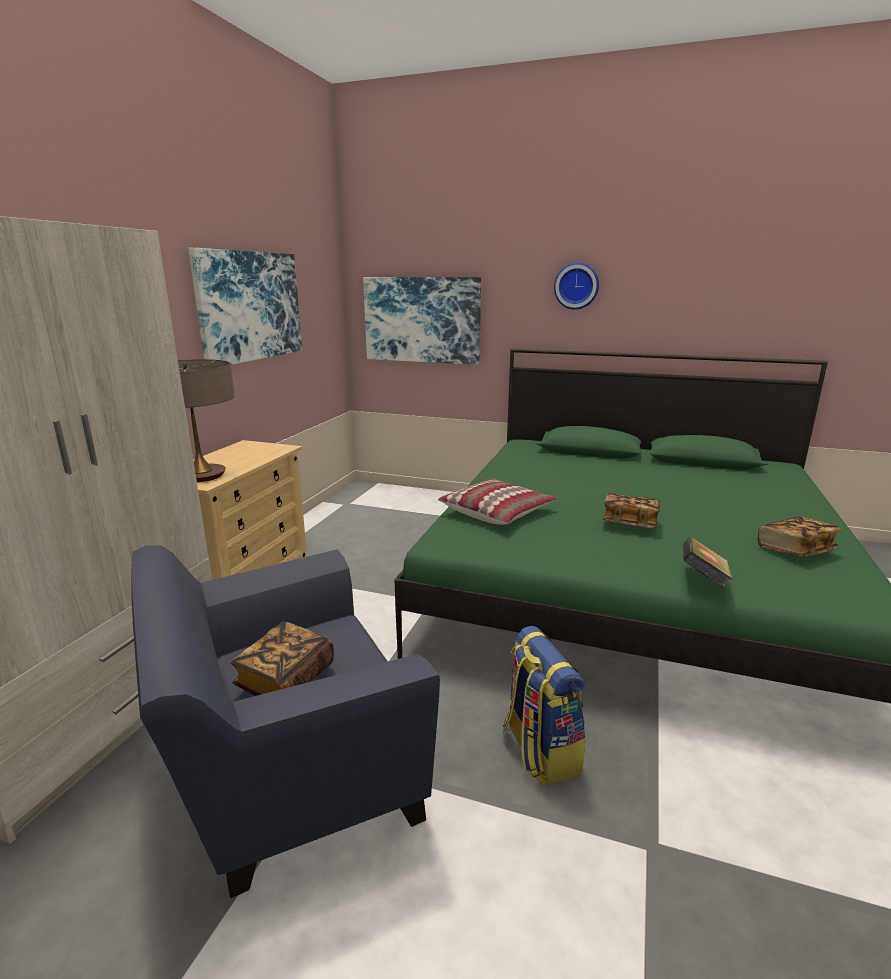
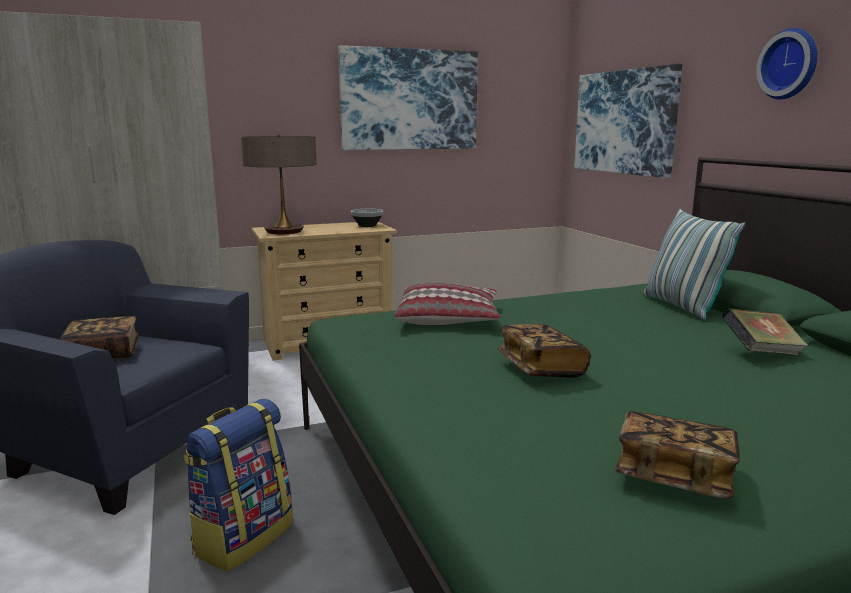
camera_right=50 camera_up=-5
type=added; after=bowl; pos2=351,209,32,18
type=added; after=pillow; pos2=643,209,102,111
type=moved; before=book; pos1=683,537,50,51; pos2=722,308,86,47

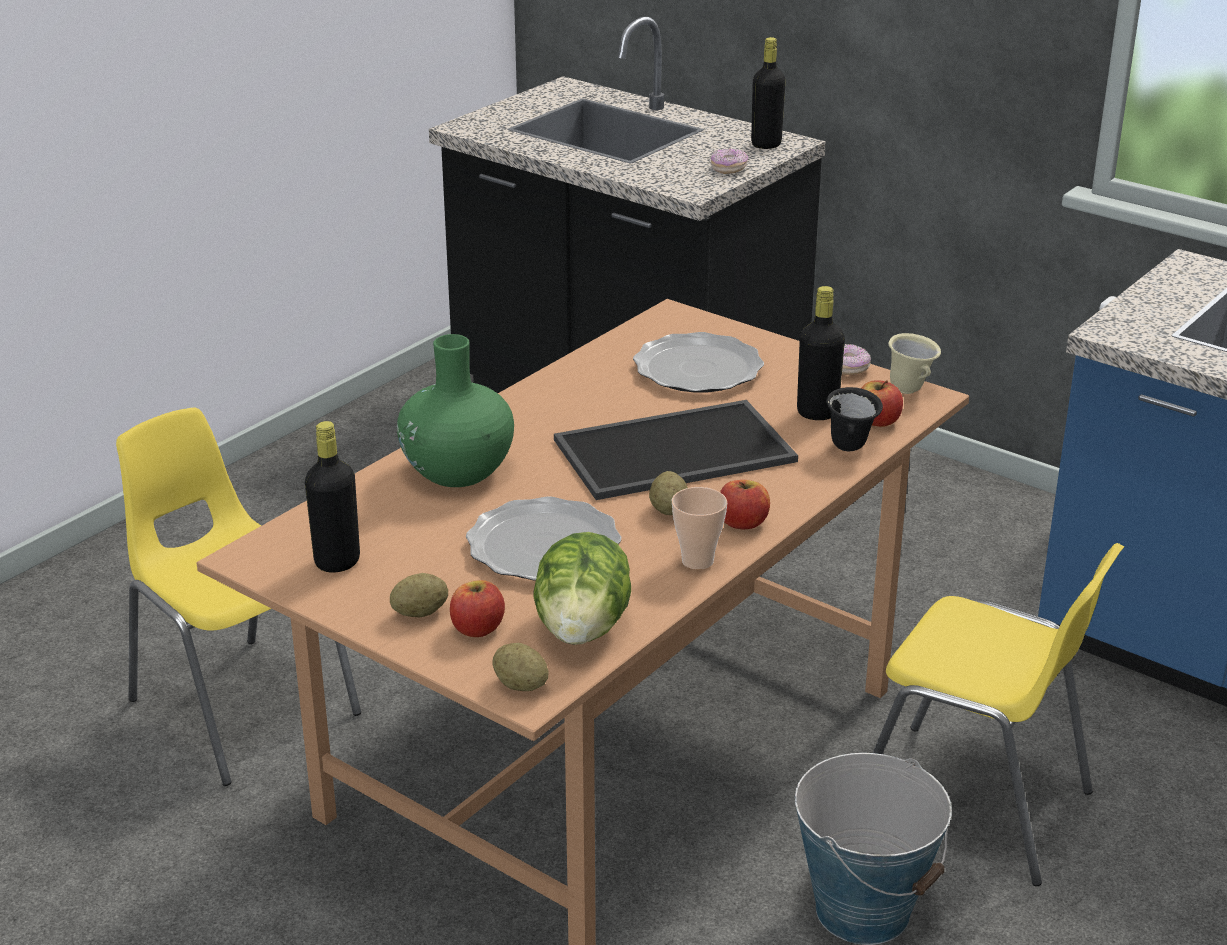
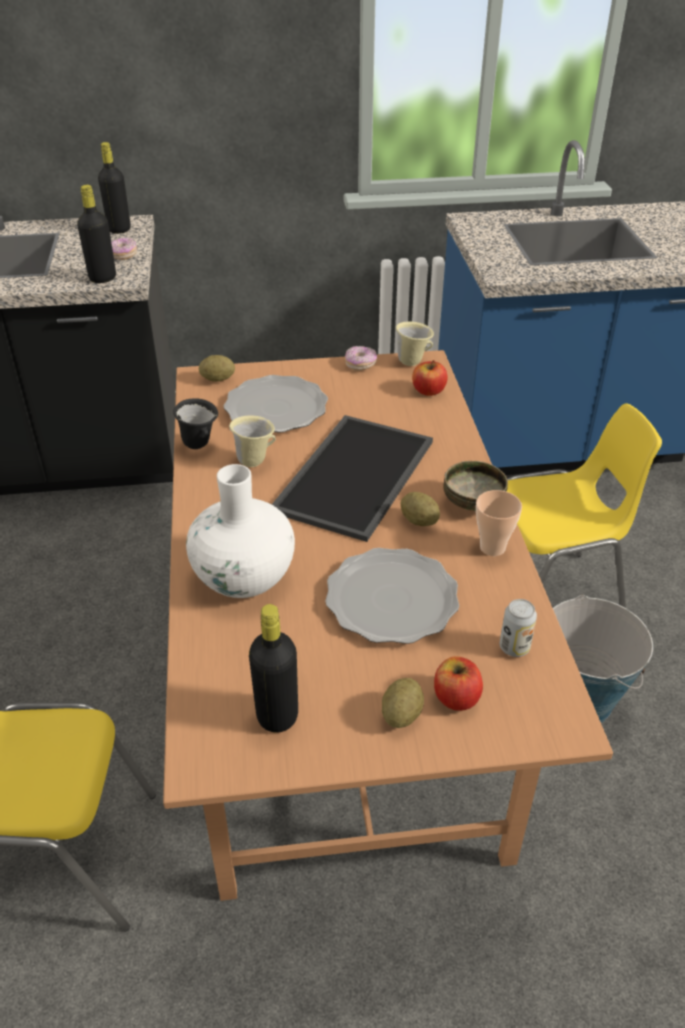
camera_right=-45 camera_up=10
type=moved; before=black bottle; pos1=797,286,48,134; pos2=77,185,39,98
type=moved; before=black mug; pos1=826,387,57,65; pos2=173,398,45,51
type=recoloured; before=green vase; after=white vase; pos1=397,334,117,153; pos2=186,464,109,134
type=moved; before=potato; pos1=493,643,55,48; pos2=199,355,36,27
type=added; after=beige mug; pos2=229,415,47,52
type=replaced; before=apple; after=bowl; pos1=720,480,50,49; pos2=443,461,65,50
type=replaced; before=lettuce; after=can; pos1=534,532,97,113; pos2=500,599,37,58

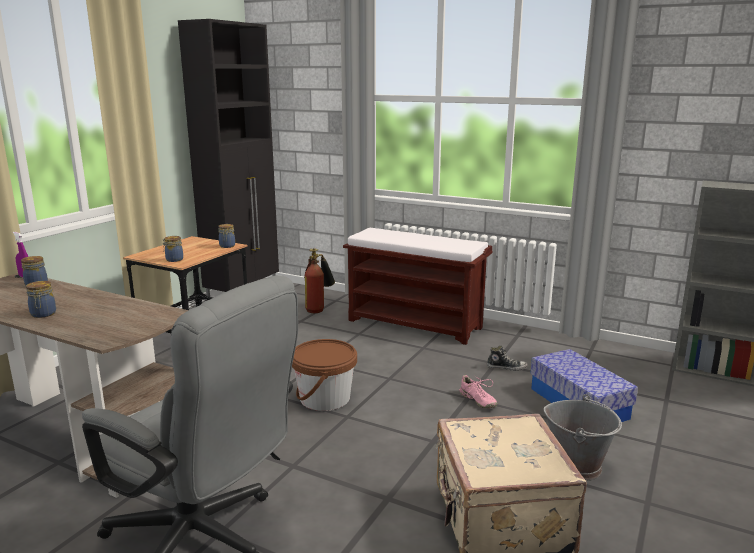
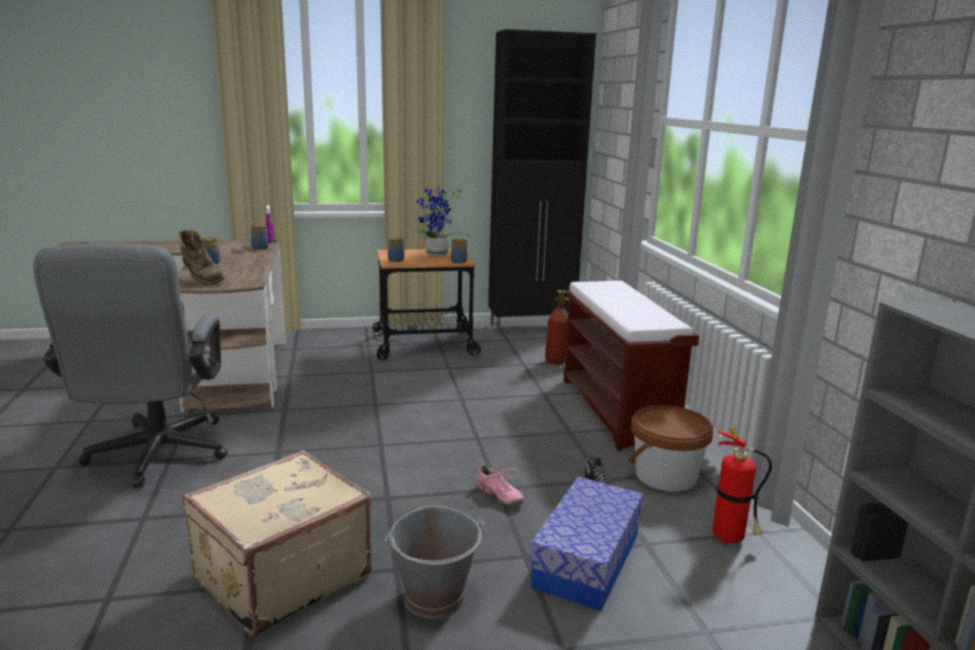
camera_right=50 camera_up=0
type=added; after=brown boot; pos2=177,229,48,56
type=added; after=potted plant; pos2=412,184,60,72
type=turned; before=pink shoe; pos1=459,375,38,33; pos2=476,463,48,43; turn=-60
type=moved; before=brown bucket; pos1=292,339,65,72; pos2=628,405,85,87
type=added; after=fire extinguisher; pos2=712,427,60,118

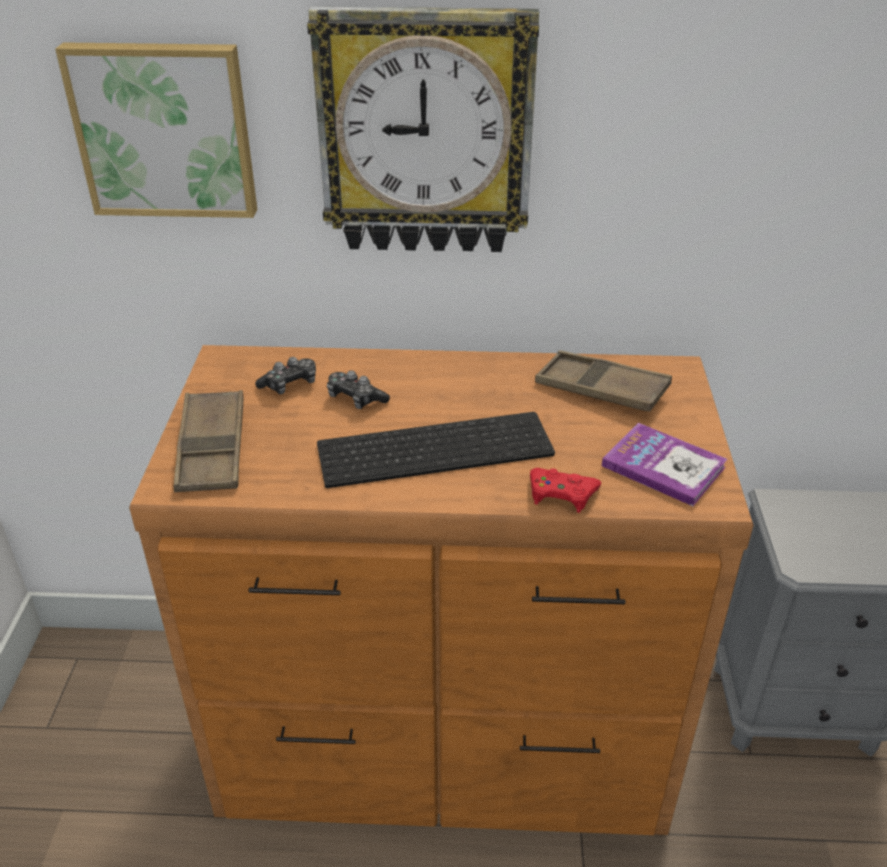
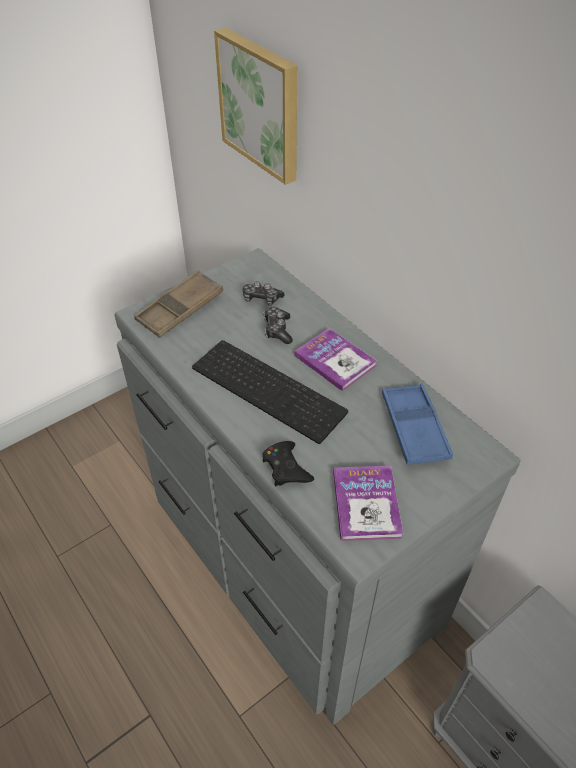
camera_right=50 camera_up=10
type=recoloured; before=brown dresser; after=grey dresser; pos1=129,345,625,490; pos2=114,248,407,476
type=recoloured; before=red game controller; after=black game controller; pos1=530,468,71,45; pos2=262,441,52,45
type=added; after=book; pos2=294,328,83,63
type=recoloured; before=brown tray; after=blue tray; pos1=535,350,137,61; pos2=382,384,71,81
type=removed; before=wall clock; pos1=307,6,232,246

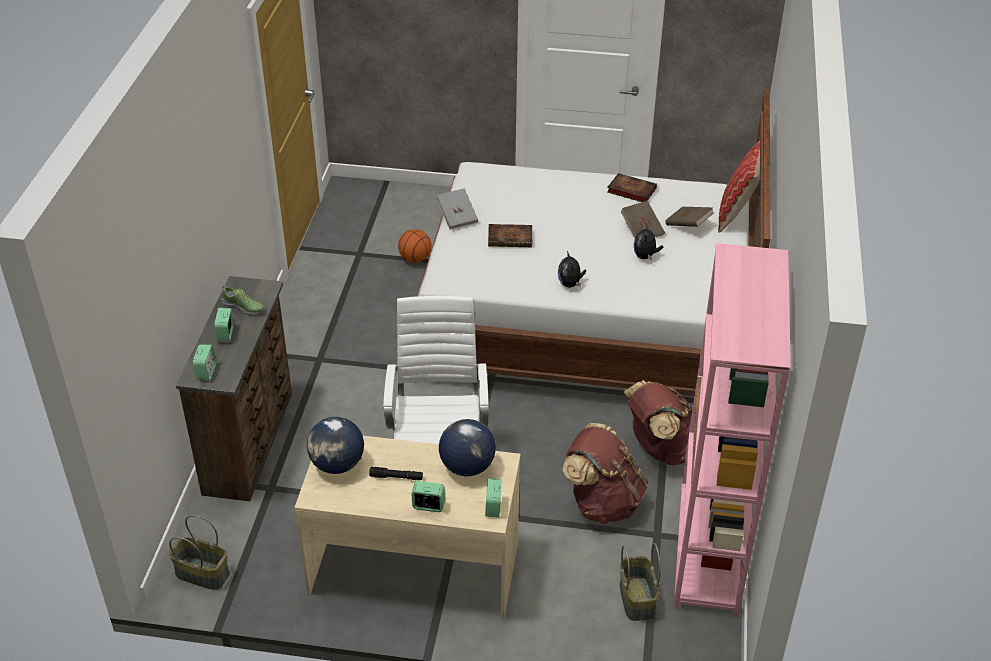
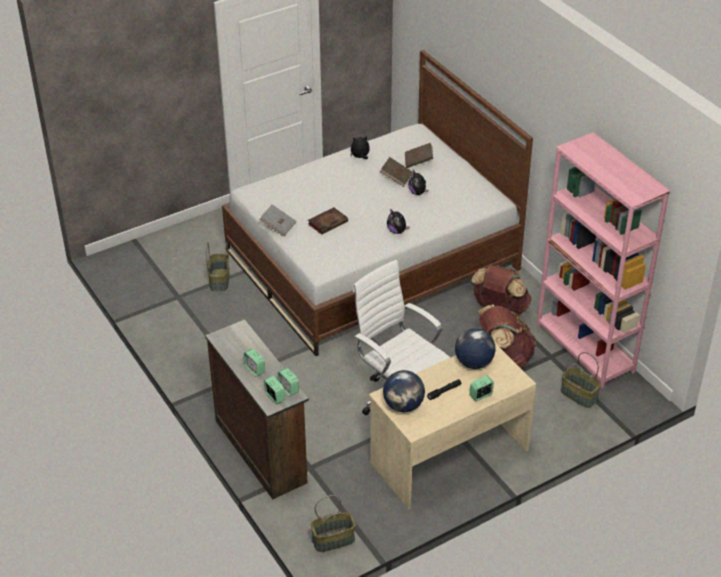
camera_right=-40 camera_up=0
type=replaced; before=basketball; after=basket; pos1=398,229,34,34; pos2=206,242,23,49
type=moved; before=alarm clock; pos1=485,479,17,38; pos2=278,368,21,28
type=replaced; before=book; after=plush toy; pos1=607,173,50,29; pos2=350,136,20,23
type=removed; before=shoe; pos1=222,285,42,30
type=removed; before=pillow; pos1=718,140,42,93

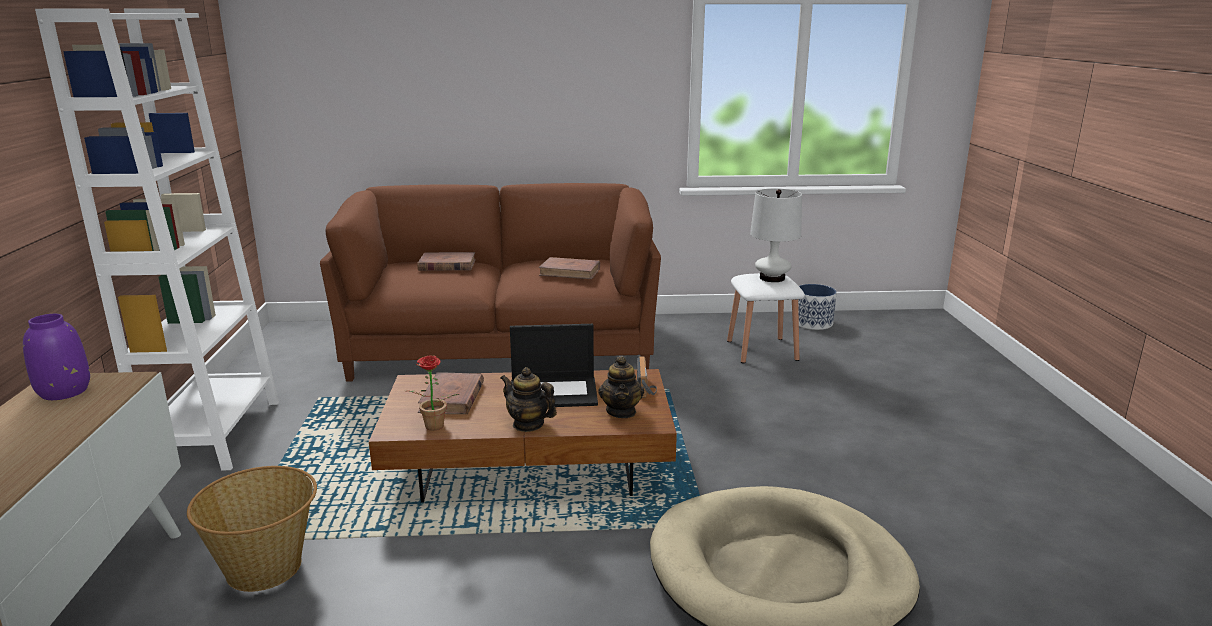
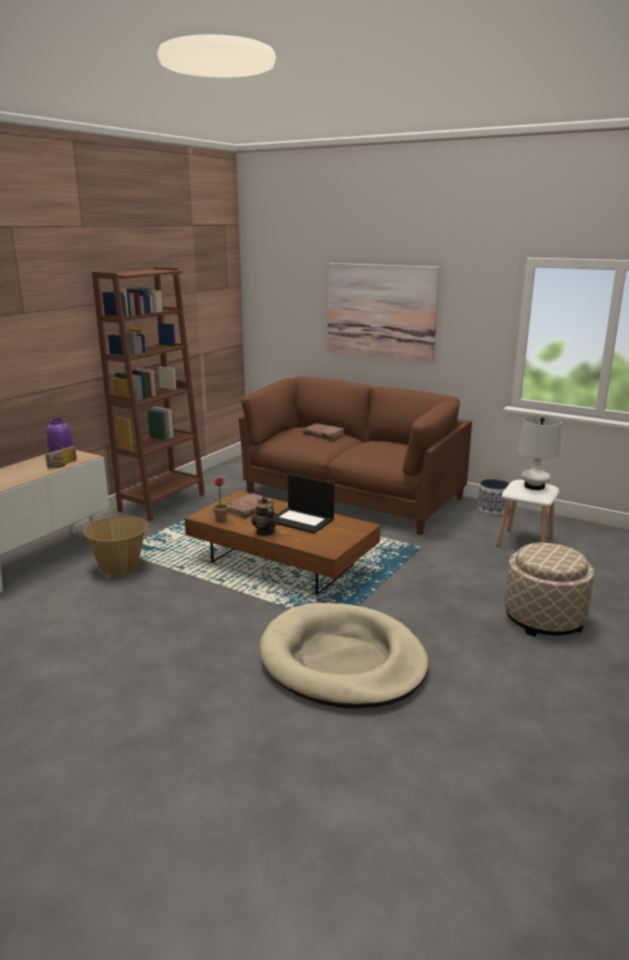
camera_right=35 camera_up=0
type=moved; before=radio; pos1=637,356,20,42; pos2=45,446,32,22
type=recoloured; before=white bookcase; after=brown bookcase; pos1=35,9,244,462; pos2=92,267,113,254
type=added; after=picture; pos2=328,263,111,100
type=moved; before=planter; pos1=798,284,39,46; pos2=478,479,32,36
type=added; after=beige ottoman; pos2=505,542,89,95
type=removed; before=brown book; pos1=539,257,61,22
type=removed; before=teapot; pos1=598,356,46,62

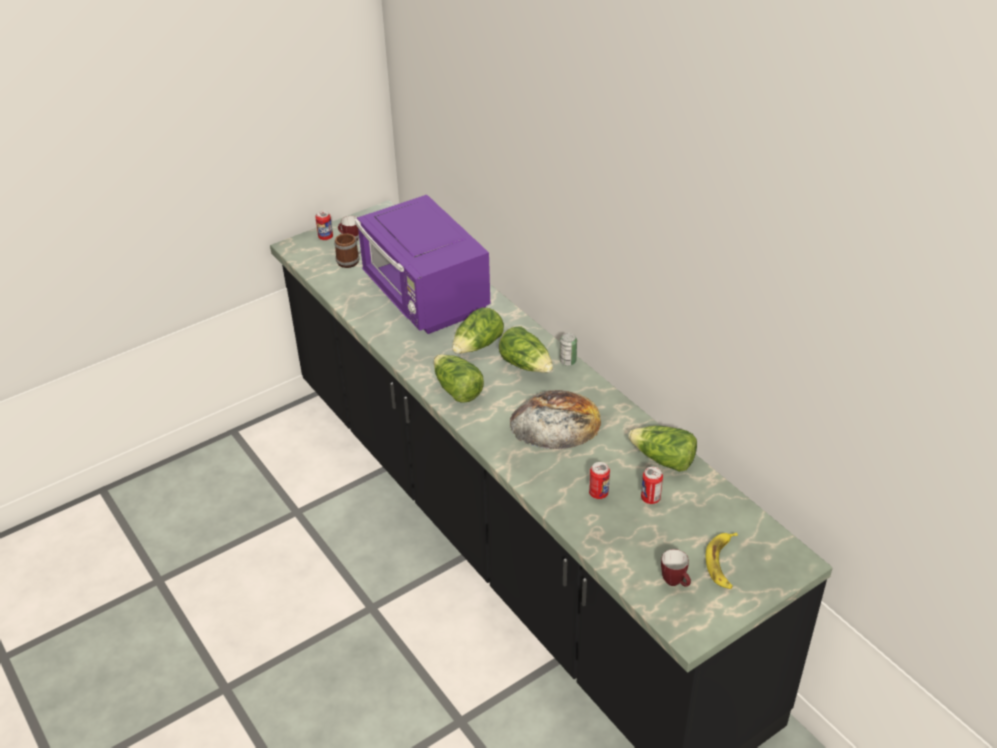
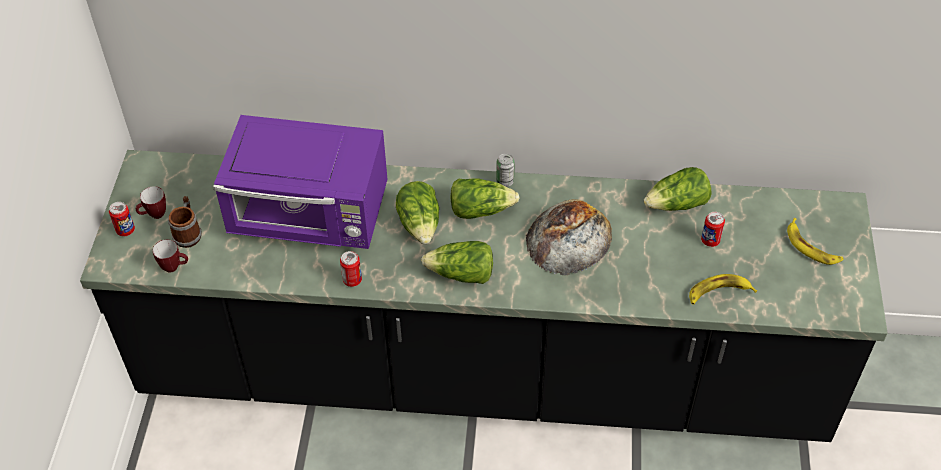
camera_right=-50 camera_up=10
type=moved; before=mug; pos1=661,549,30,38; pos2=153,240,35,33
type=moved; before=can; pos1=589,462,21,37; pos2=340,251,22,36
type=added; after=banana; pos2=689,274,68,31

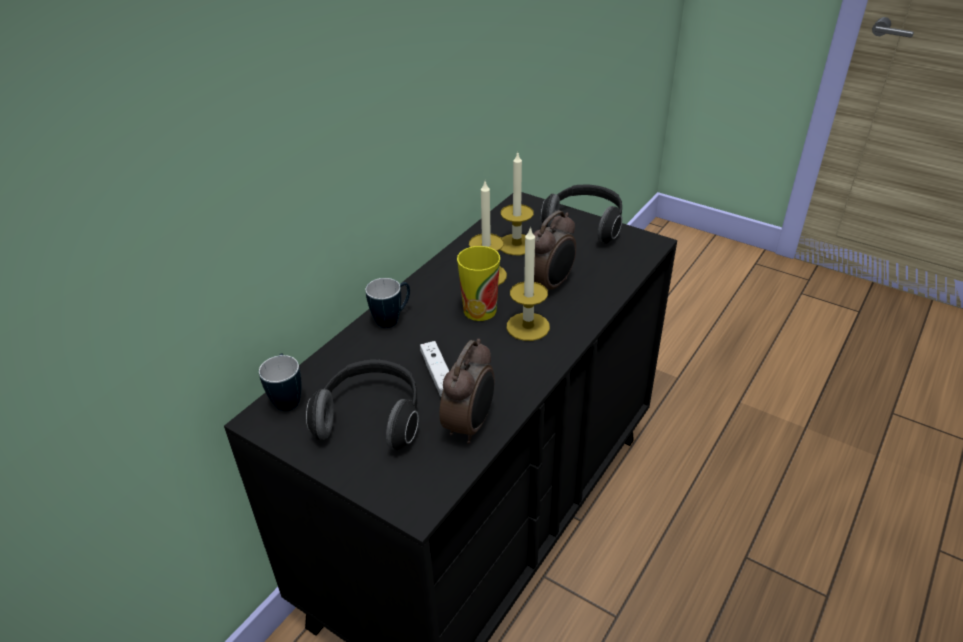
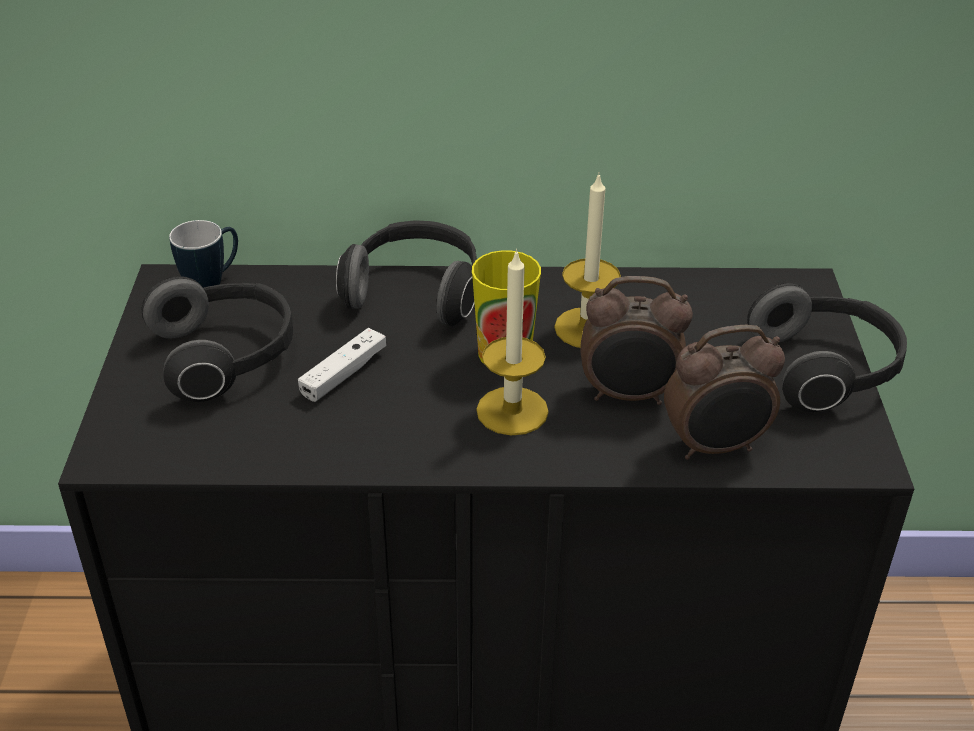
camera_right=55 camera_up=0
type=replaced; before=mug; after=headphones; pos1=365,278,45,50; pos2=336,220,141,106
type=moved; before=alarm clock; pos1=440,339,55,105; pos2=664,324,121,136
type=removed; before=candle; pos1=501,152,33,103

